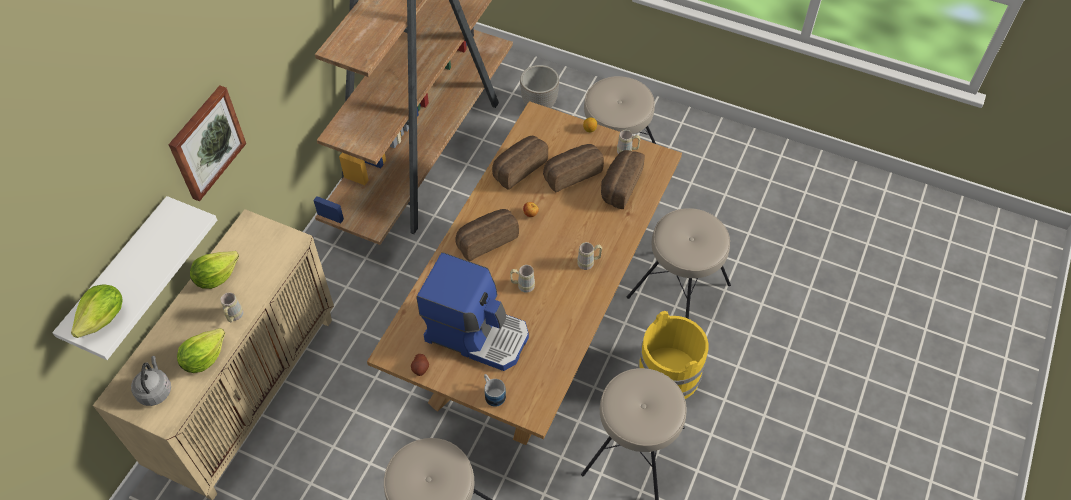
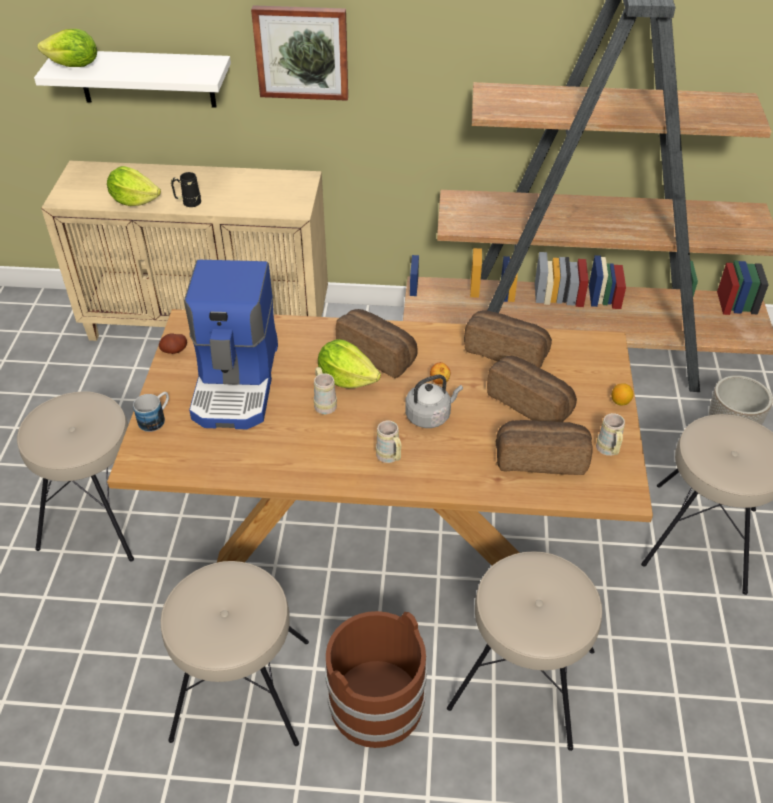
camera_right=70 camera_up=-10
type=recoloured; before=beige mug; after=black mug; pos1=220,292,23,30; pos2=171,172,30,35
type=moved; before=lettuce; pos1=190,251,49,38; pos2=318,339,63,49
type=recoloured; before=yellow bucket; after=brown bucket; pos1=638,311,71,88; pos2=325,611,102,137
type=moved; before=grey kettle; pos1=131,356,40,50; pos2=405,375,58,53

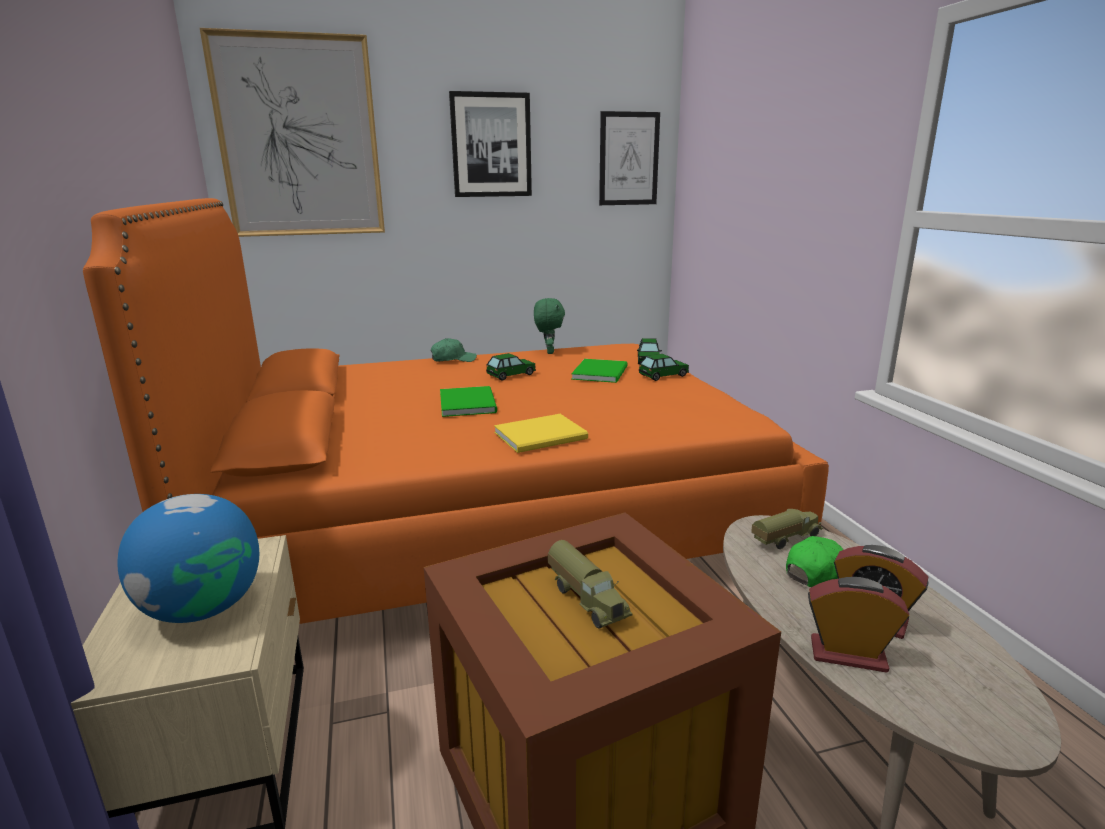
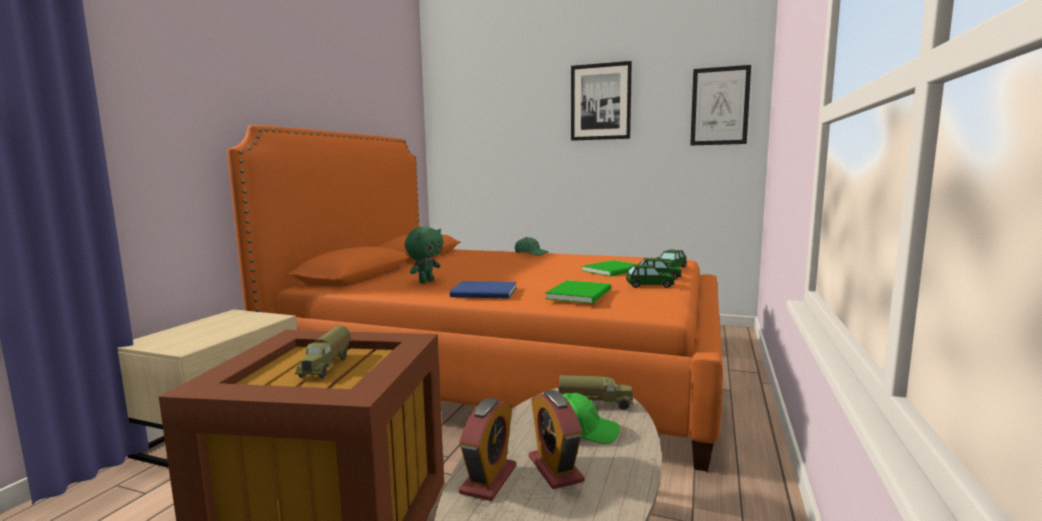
camera_right=35 camera_up=-10
type=moved; before=green plush toy; pos1=534,298,31,56; pos2=405,227,39,56
type=recoloured; before=yellow book; after=blue book; pos1=494,414,94,39; pos2=450,281,67,18
type=turned; before=alarm clock; pos1=808,577,101,96; pos2=459,398,57,103; turn=60
type=moved; before=green book; pos1=440,386,57,31; pos2=545,280,66,24
type=moved; before=toy car; pos1=486,353,50,27; pos2=626,265,49,23
type=removed; before=globe; pos1=117,494,142,129
type=removed; before=picture; pos1=200,28,185,209

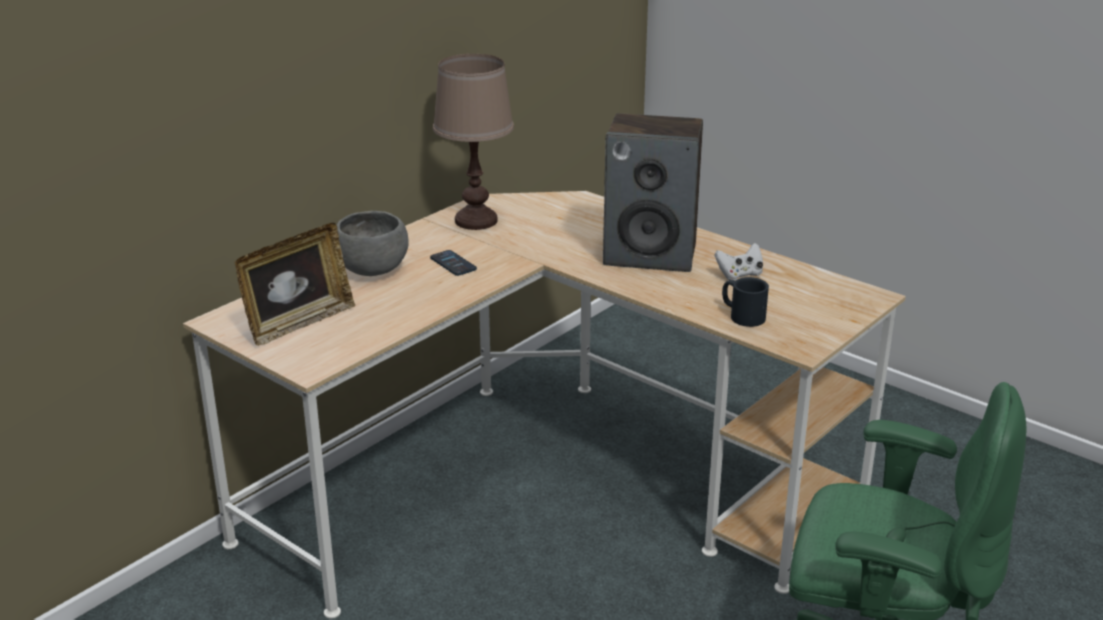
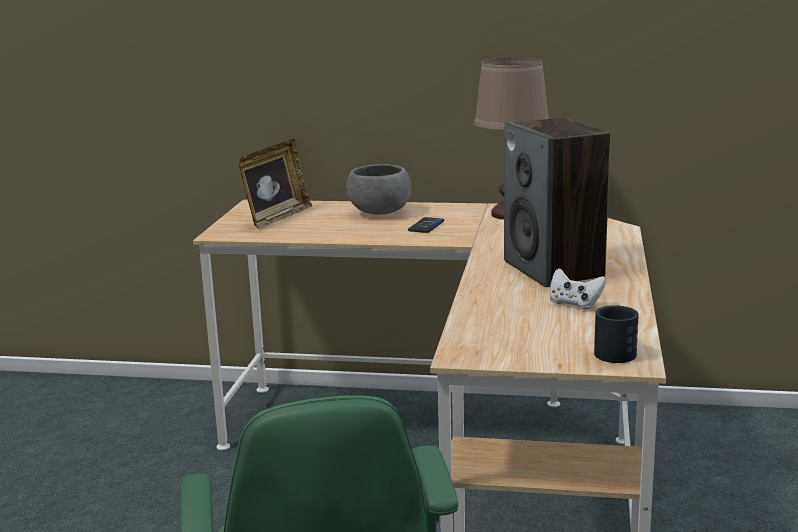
camera_right=60 camera_up=-10
type=turned; before=picture frame; pos1=235,223,120,123; pos2=238,139,74,89; turn=-75
type=moved; before=black mug; pos1=722,277,47,50; pos2=594,305,45,58

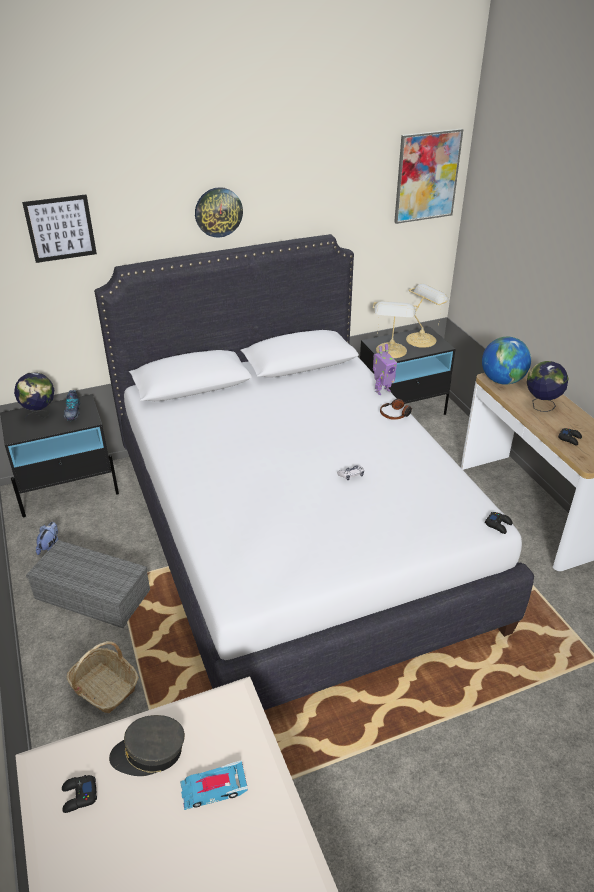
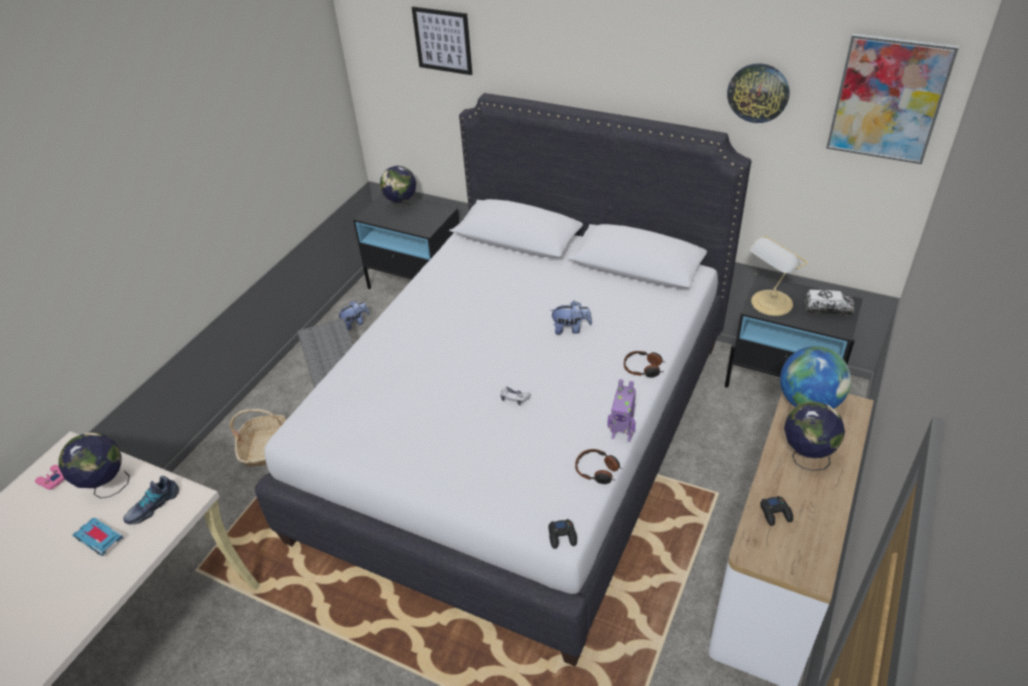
camera_right=50 camera_up=5
type=recoloured; before=black game controller; after=pink game controller; pos1=62,775,35,38; pos2=35,465,29,25
type=replaced; before=grey cap; after=globe; pos1=109,715,76,61; pos2=58,433,72,65
type=moved; before=shoe; pos1=63,390,17,31; pos2=123,476,56,49
type=added; after=plush toy; pos2=550,301,42,34
type=added; after=headphones; pos2=575,449,48,35
type=moved; before=toy robot; pos1=373,344,24,51; pos2=608,379,28,63
type=moved; before=wall clock; pos1=195,187,48,51; pos2=727,63,63,60
type=replaced; before=table lamp; after=toy truck; pos1=406,284,44,64; pos2=805,289,49,27

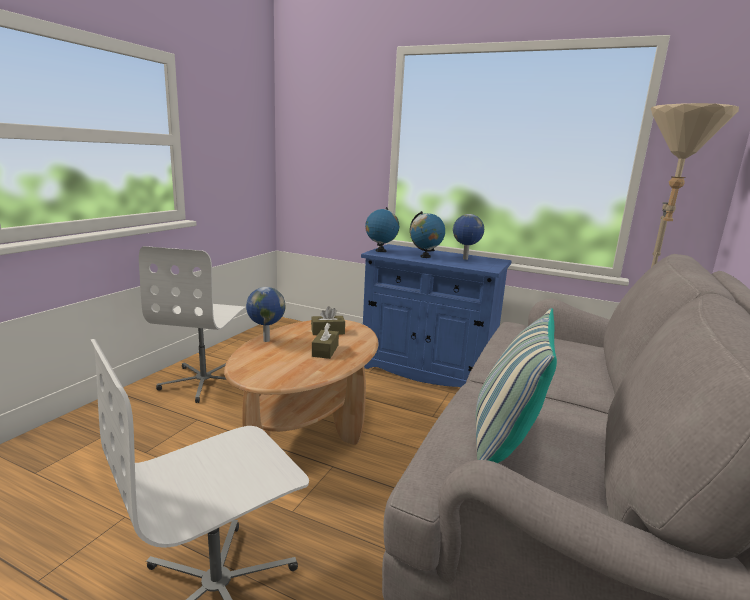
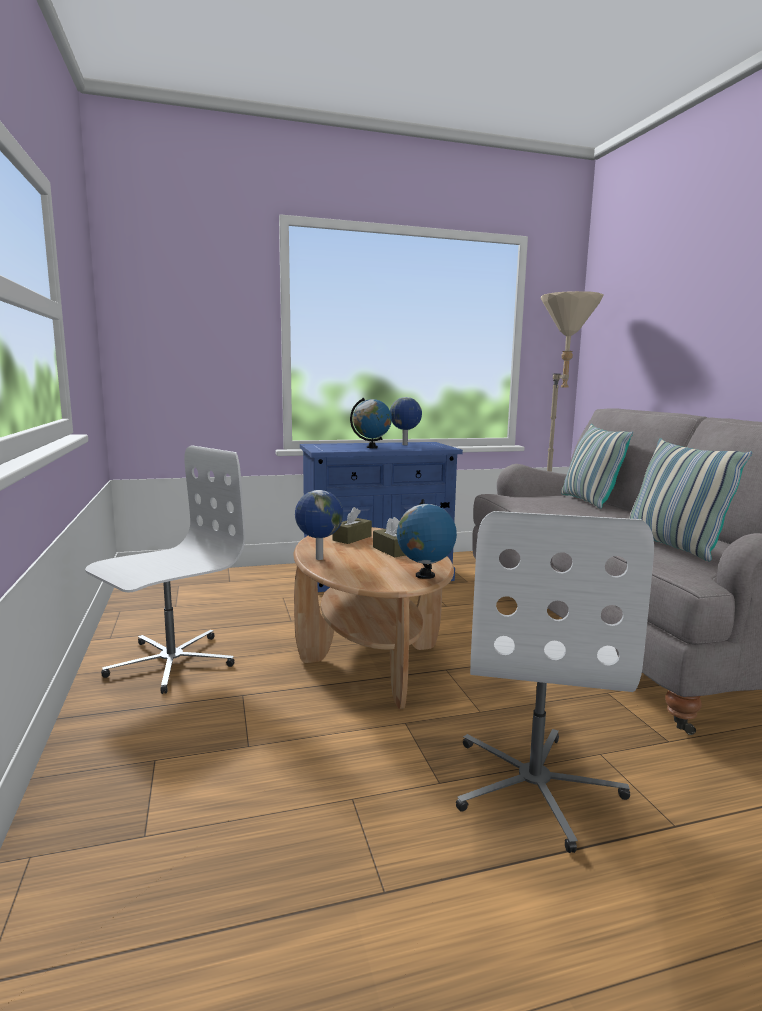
camera_right=-40 camera_up=-5
type=turned; before=white office chair; pos1=139,246,107,157; pos2=85,445,160,249; turn=-105
type=moved; before=globe; pos1=365,207,34,45; pos2=397,499,60,80
type=added; after=pillow; pos2=561,424,72,85

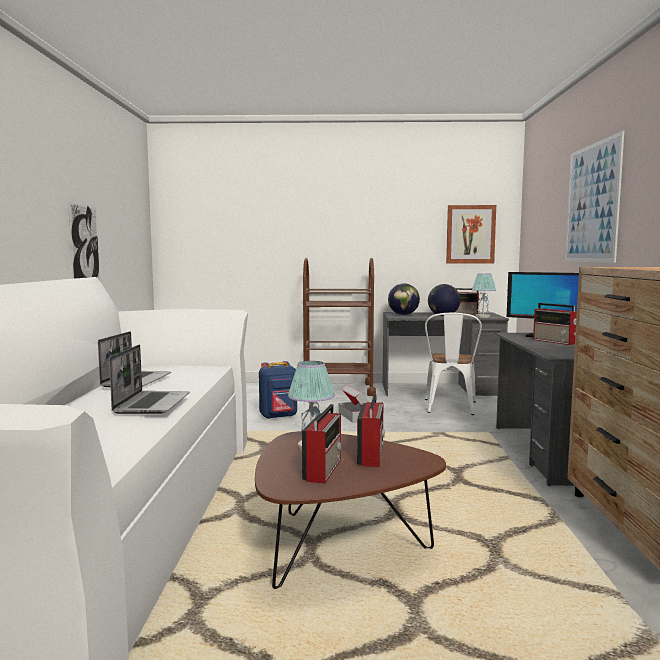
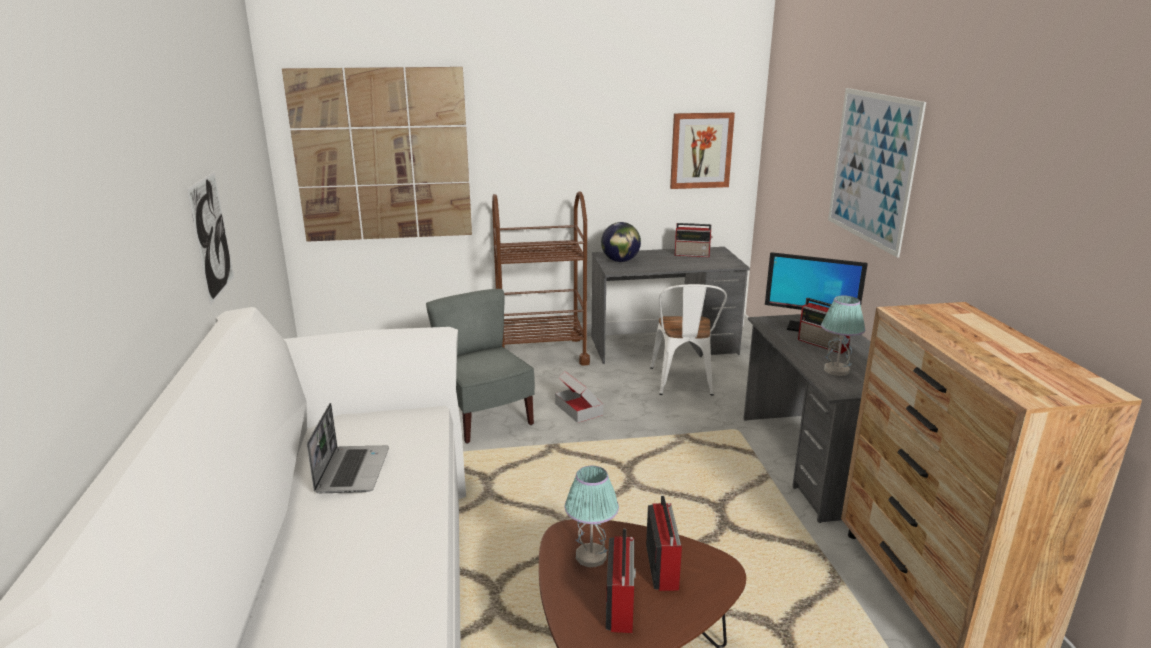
camera_right=-10 camera_up=15
type=added; after=picture; pos2=282,67,190,175
type=replaced; before=blue backpack; after=grey chair; pos1=259,361,38,58; pos2=426,289,109,155
type=moved; before=table lamp; pos1=472,273,24,45; pos2=821,295,44,81
type=removed; before=laptop; pos1=109,345,81,69
type=removed; before=globe; pos1=428,284,32,32

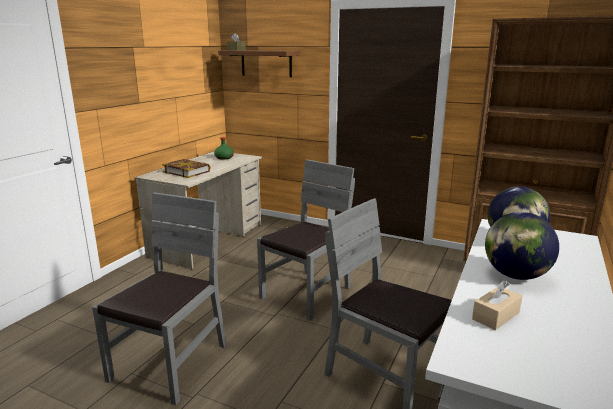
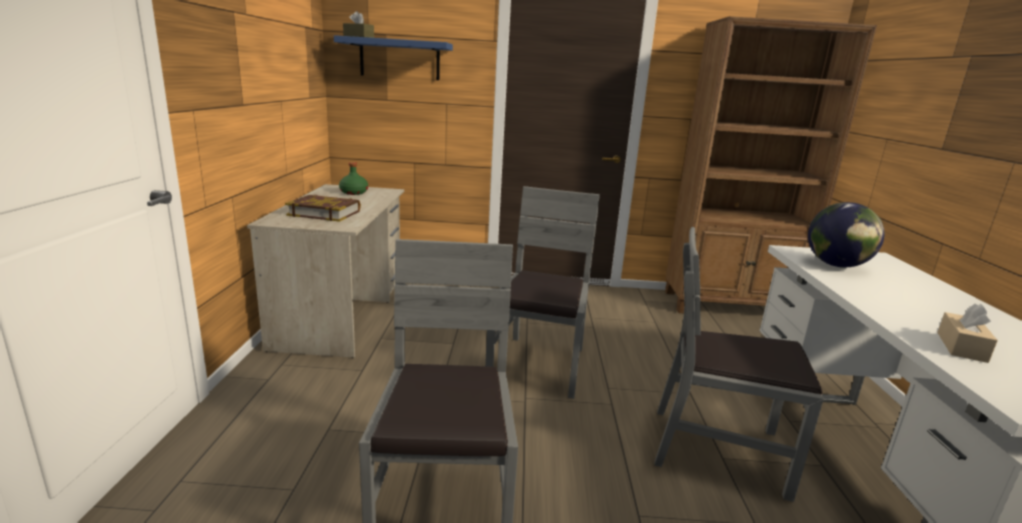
camera_right=-25 camera_up=0
type=recoloured; before=brown shelf; after=blue shelf; pos1=218,50,82,27; pos2=334,35,119,45
type=removed; before=globe; pos1=485,212,74,68

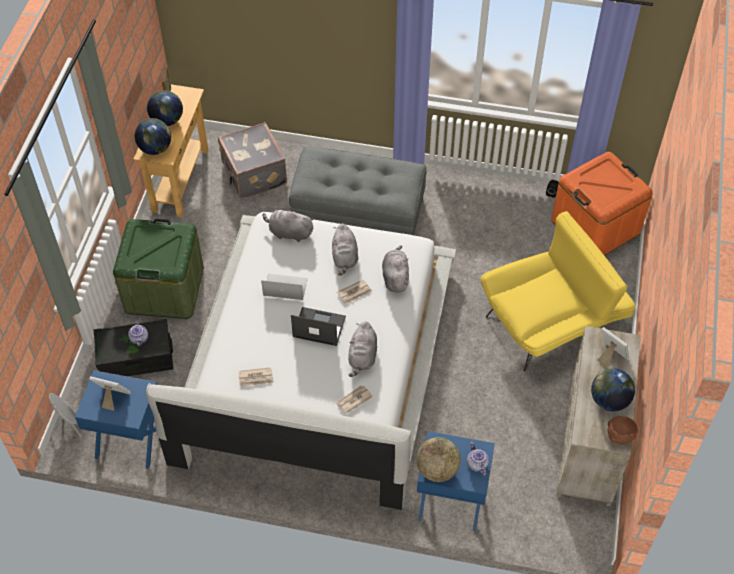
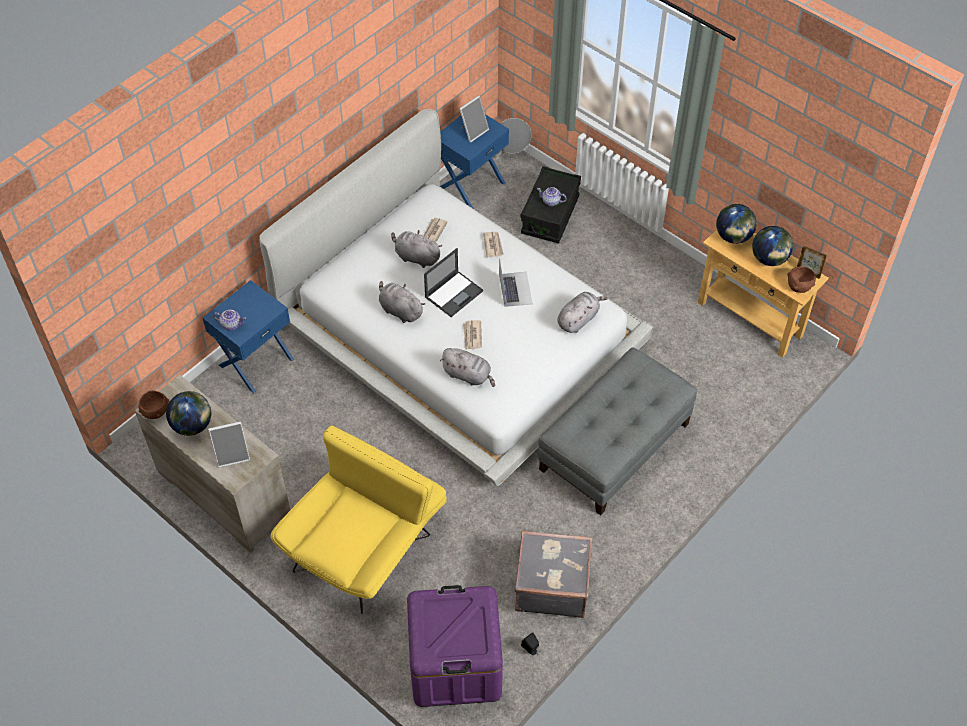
camera_right=120 camera_up=0
type=turned; before=yellow armchair; pos1=481,211,155,160; pos2=271,426,175,188; turn=-150
type=moved; before=grey plush toy; pos1=332,223,26,53; pos2=391,230,51,38
type=recoloured; before=orange storage box; after=purple storage box; pos1=552,152,101,103; pos2=407,585,96,122
type=moved; before=newspaper; pos1=336,385,37,28; pos2=483,232,21,25
type=turned; before=laptop; pos1=261,274,47,26; pos2=499,258,34,49; turn=-45
type=moved; before=grey suitcase; pos1=218,122,69,77; pos2=515,530,77,88
type=added; after=brown bowl; pos2=787,267,29,26
type=removed; before=green storage box; pos1=113,219,91,100
type=removed; before=globe; pos1=416,437,45,45

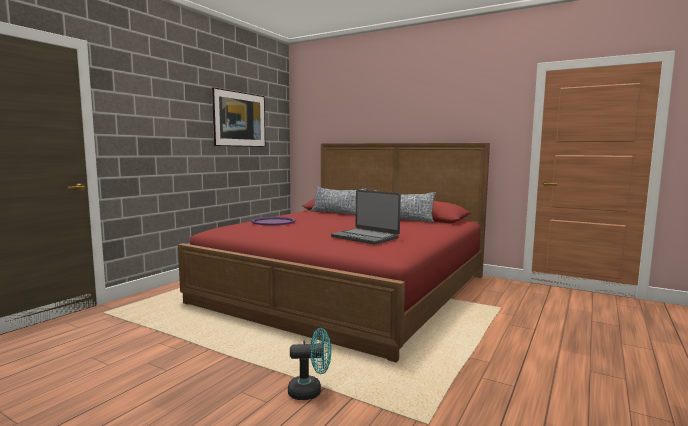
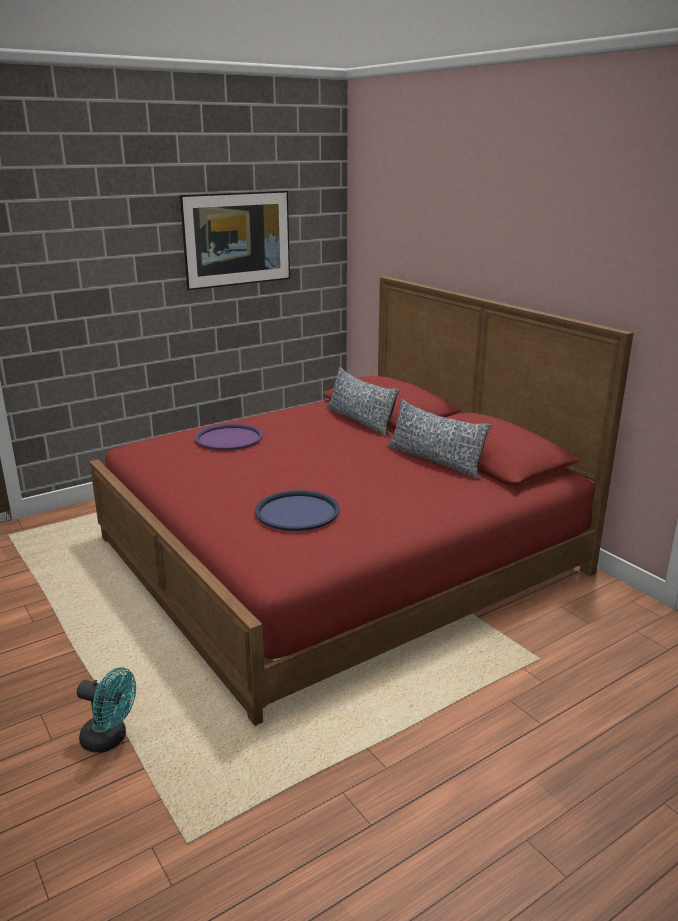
camera_right=25 camera_up=15
type=replaced; before=laptop; after=blue tray; pos1=331,190,70,54; pos2=255,490,85,41

